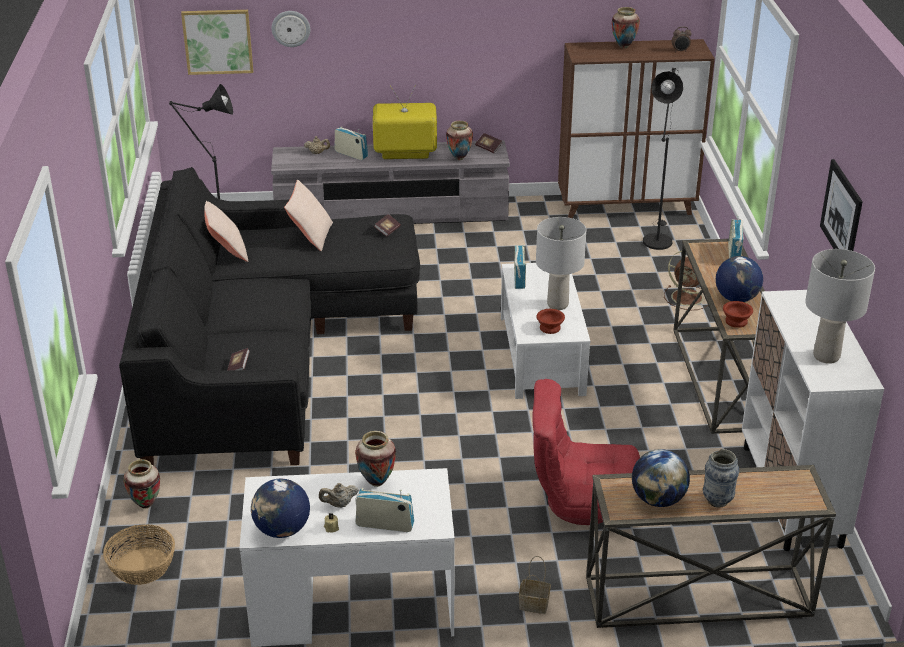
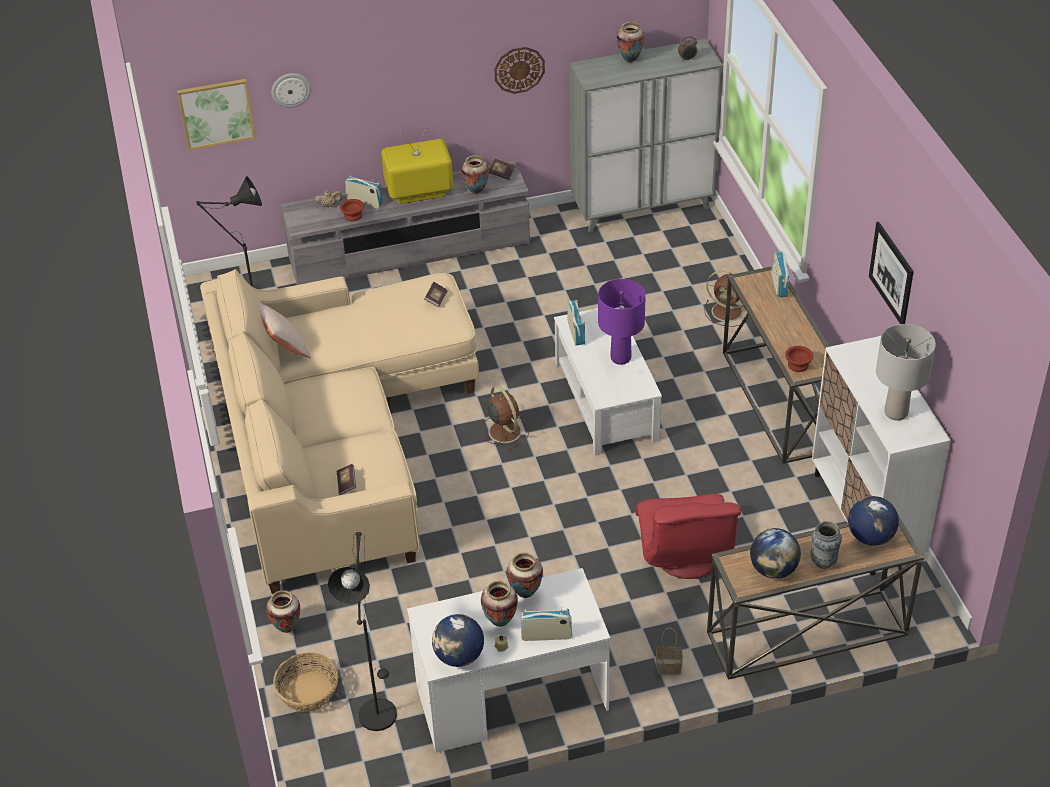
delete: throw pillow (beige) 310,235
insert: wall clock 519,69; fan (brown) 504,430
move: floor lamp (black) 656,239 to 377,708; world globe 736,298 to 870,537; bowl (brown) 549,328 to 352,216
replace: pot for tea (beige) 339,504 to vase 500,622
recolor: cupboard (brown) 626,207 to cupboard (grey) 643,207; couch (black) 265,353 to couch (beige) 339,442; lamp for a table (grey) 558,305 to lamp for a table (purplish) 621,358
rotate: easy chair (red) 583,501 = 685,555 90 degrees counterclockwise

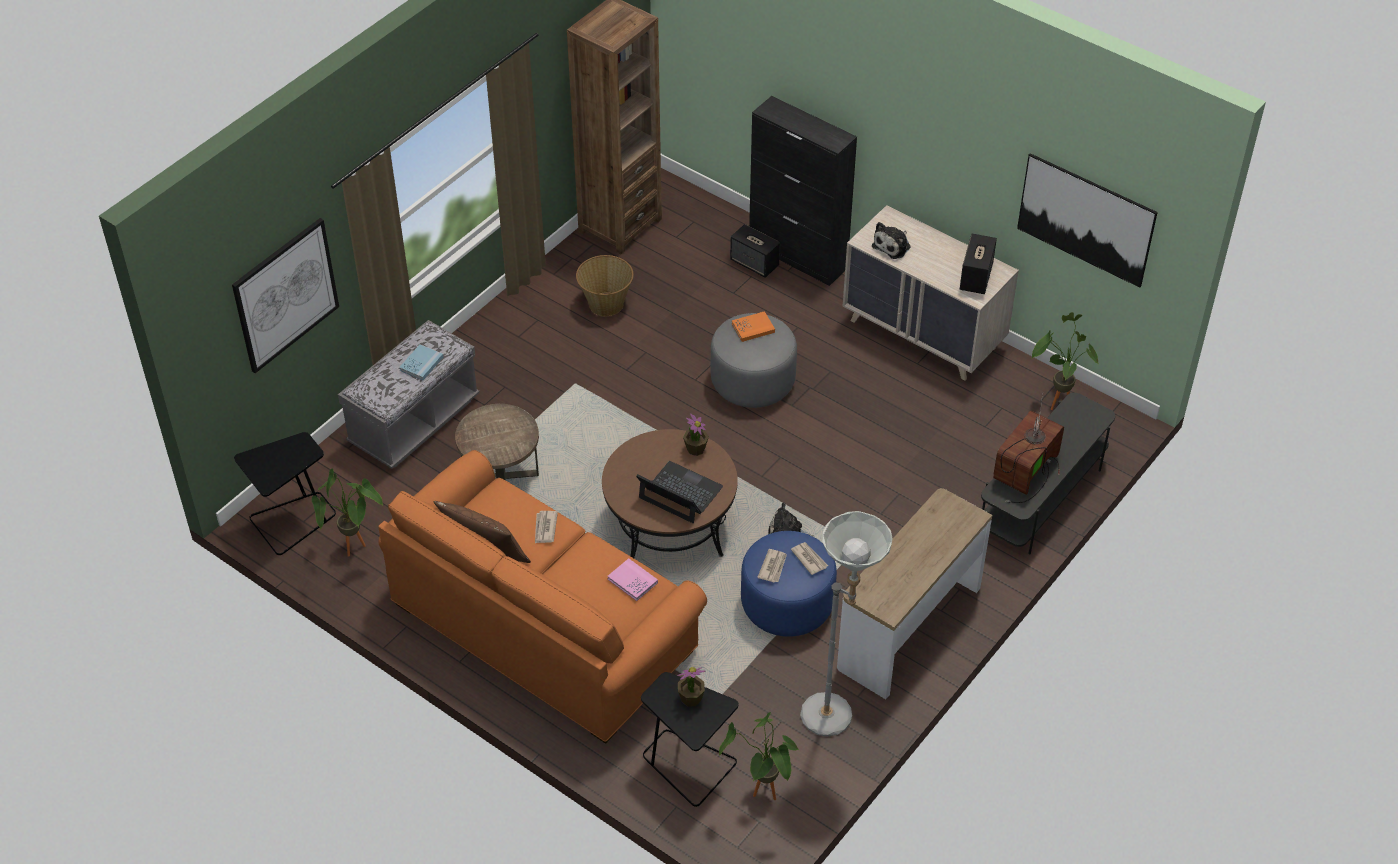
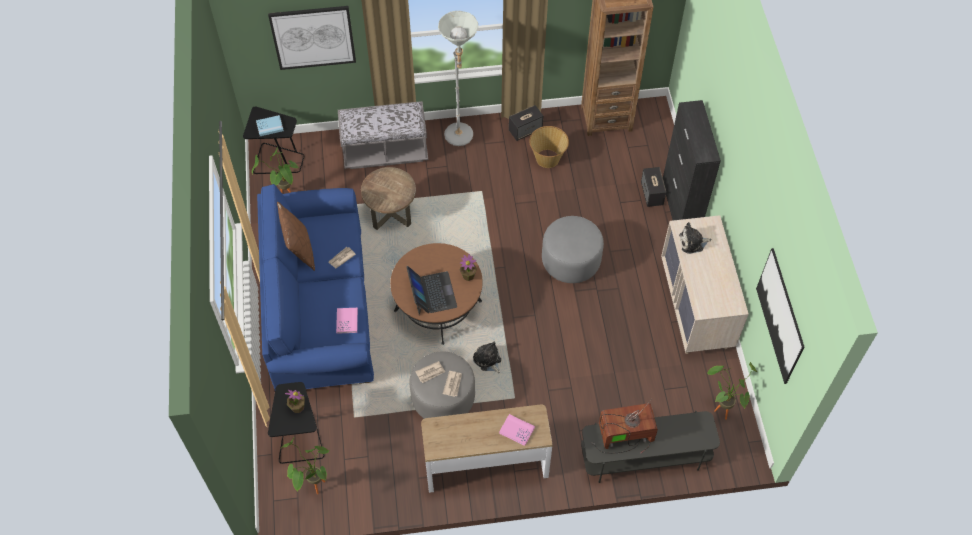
delete: volume (orange) 753,328
insert: volume (pink-coloured) 516,430
move: audio speaker 976,277 to 525,130; volume (blue-coloured) 421,364 to 270,126; floor lamp (grey) 836,719 to 460,139
recolor: couch (orange) 543,627 to couch (blue-coloured) 320,308; pouffe (blue-coloured) 787,604 to pouffe (grey) 443,398

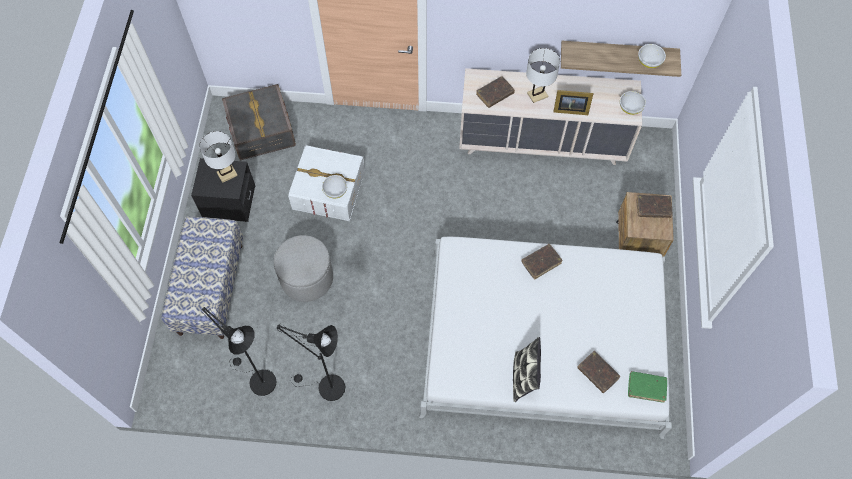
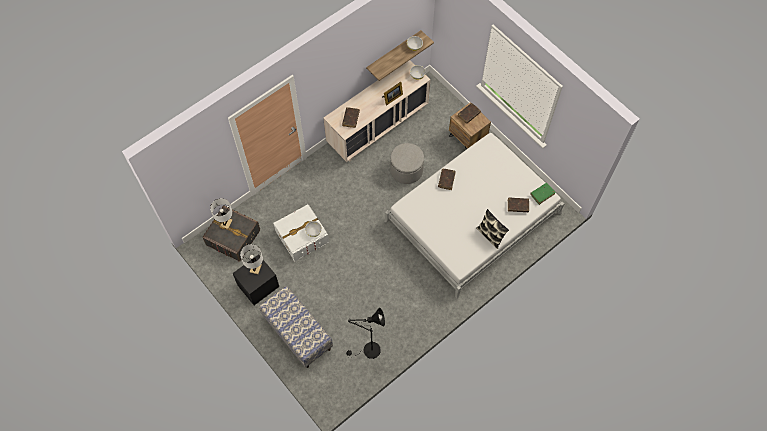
delete: floor lamp (black) 326,387
move: lamp for a table (whitish) 537,95 to 226,223; pouffe (grey) 306,277 to 406,170

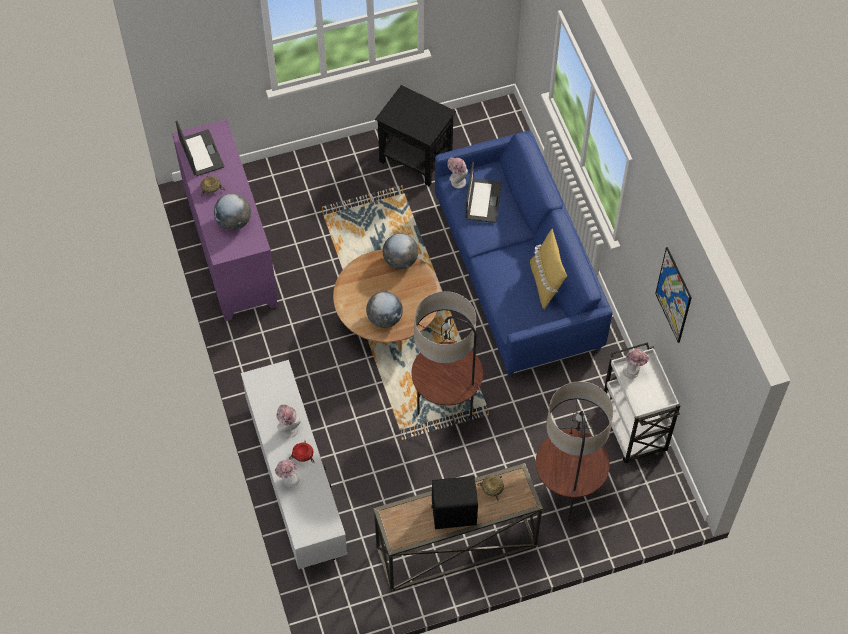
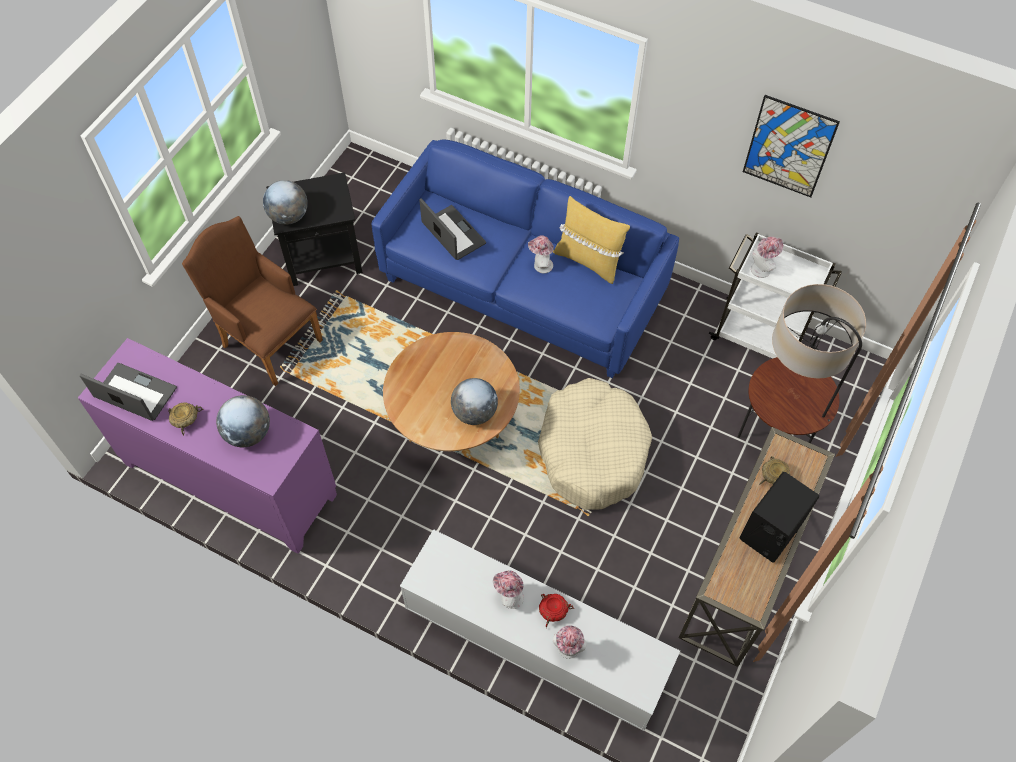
insert: easy chair (brown) 268,339
move: wearable hat 456,181 to 540,265; world globe 400,261 to 289,216
replace: floor lamp 446,406 to dog cushion (beige) 592,451

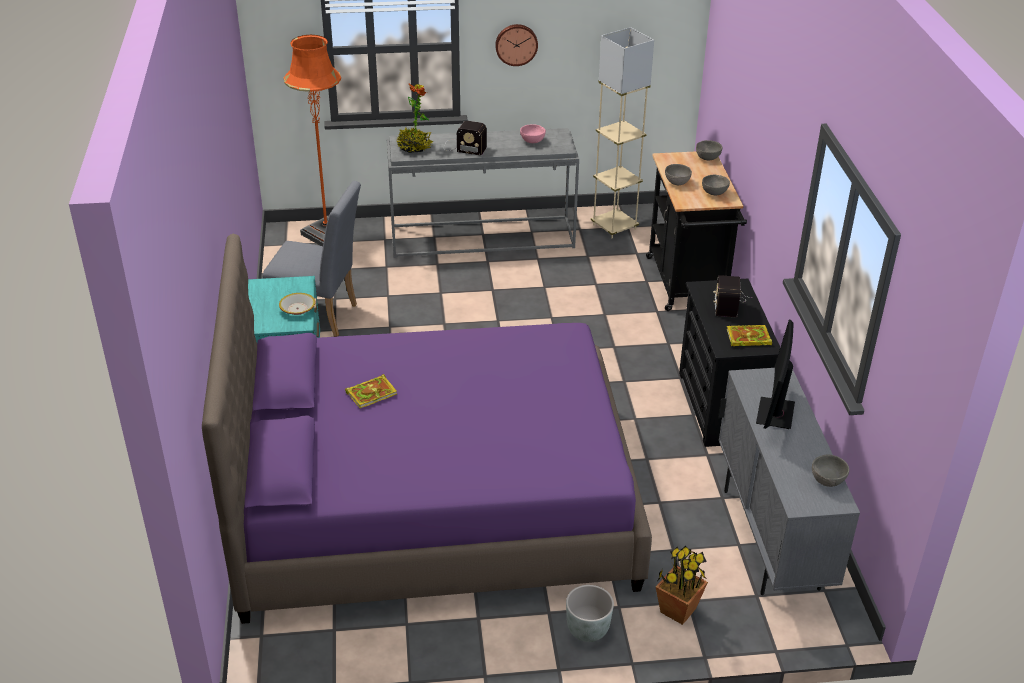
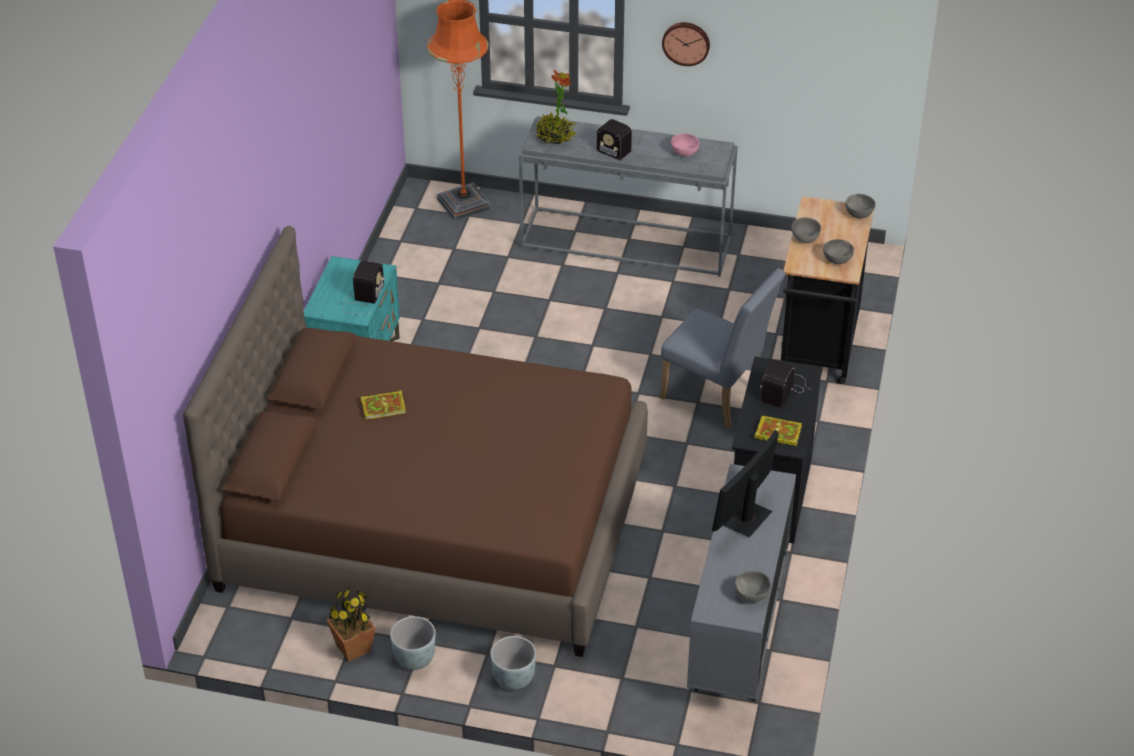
delete: floor lamp (beige) 614,227
insert: flower pot (grey) 414,659
move: upright chair (grey) 320,316 to 717,398; houseplant 677,610 to 353,648
replace: bowl 297,309 to radio 363,299
recolor: bedroom bed (purplish) 434,501 to bedroom bed (brown) 434,522

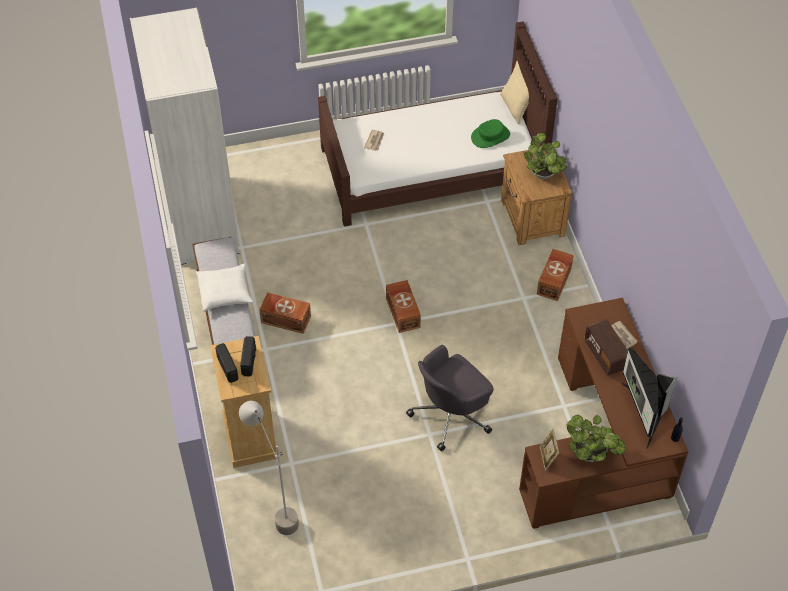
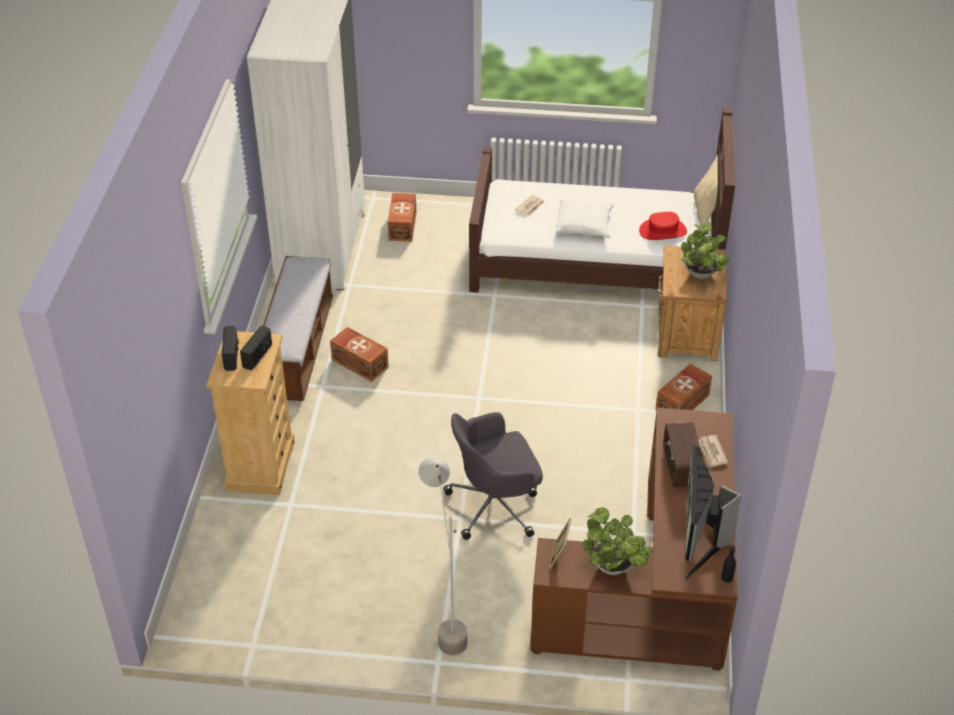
move: throw pillow (whitish) 225,292 to 584,225; storage bin (brown) 403,312 to 403,225; floor lamp (grey) 276,511 to 445,623
recolor: wearable hat (green-coloured) 490,136 to wearable hat (red) 663,231

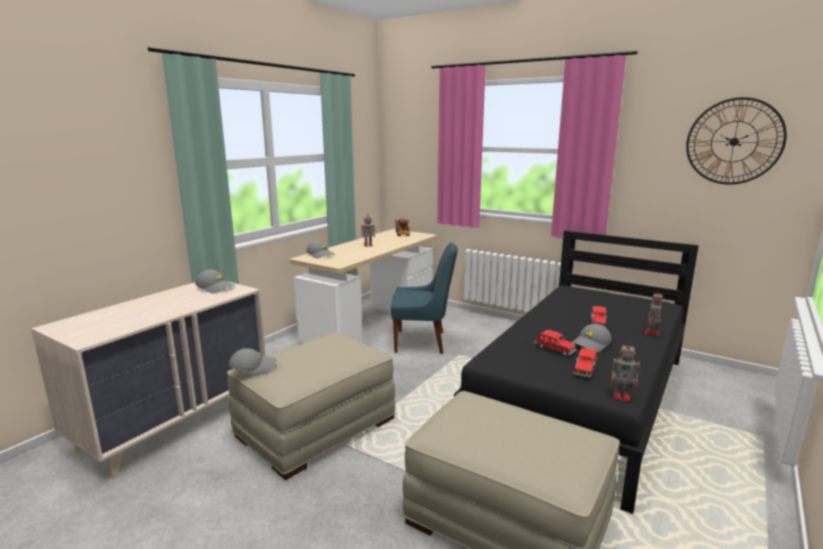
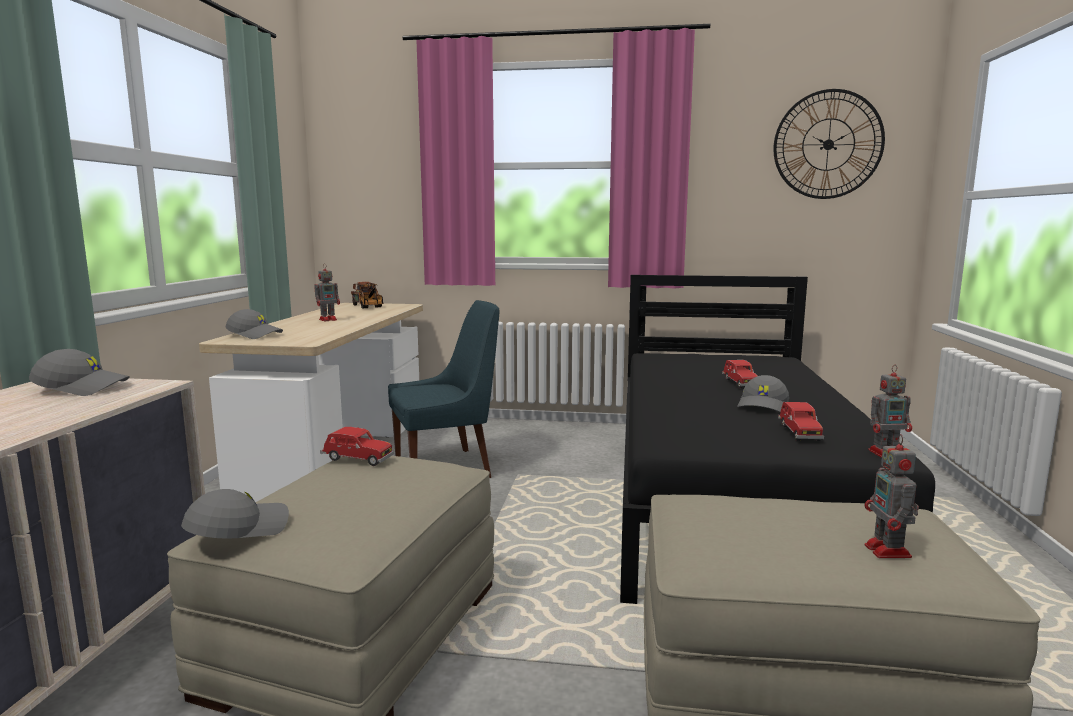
move: model robot 652,333 to 888,552; toy car (red) 554,350 to 357,459

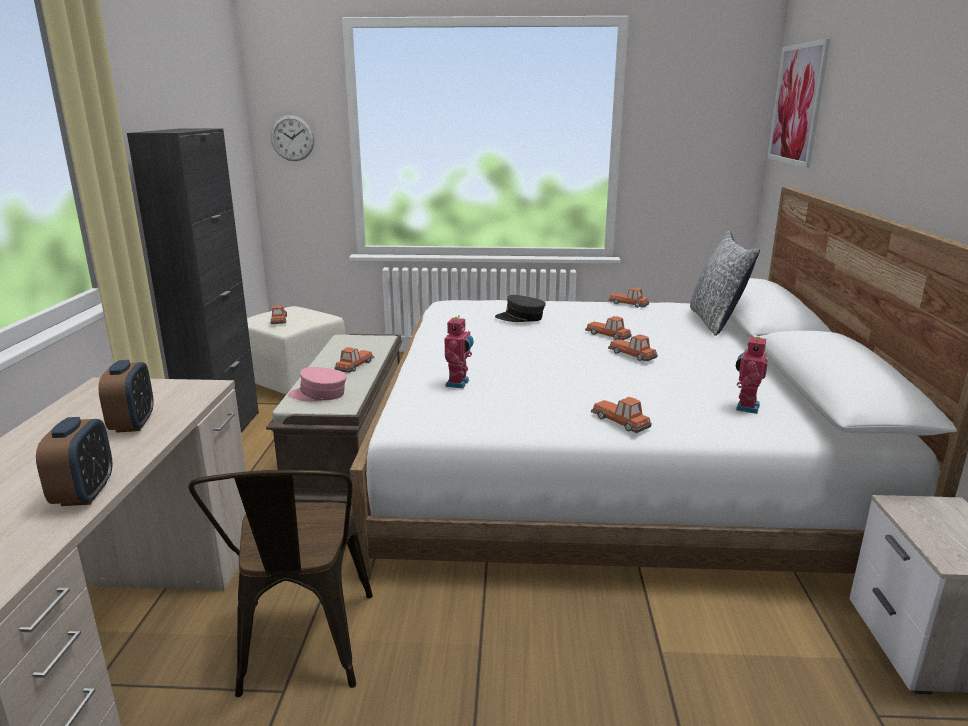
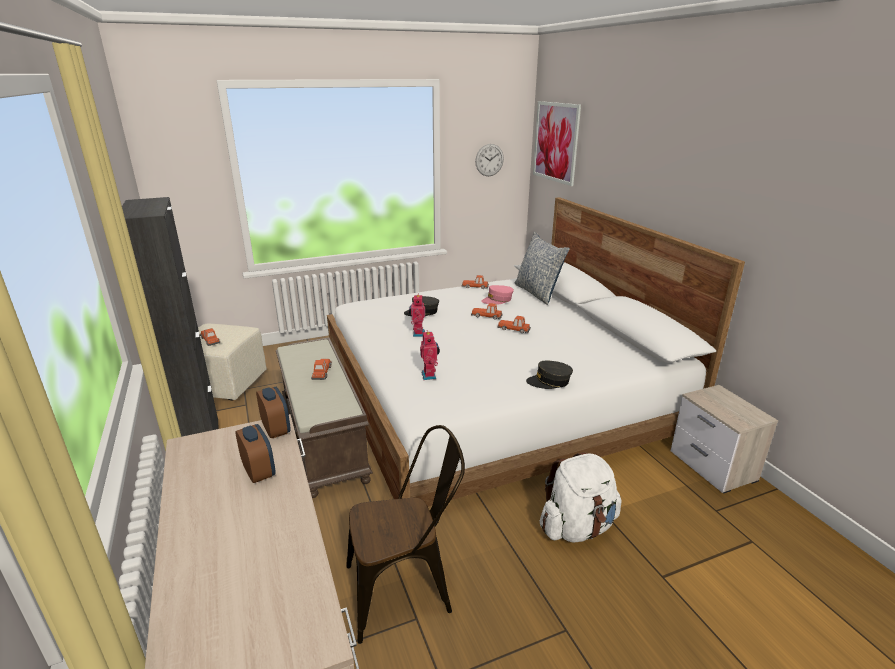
insert: rucksack (whitish) 577,527
move: wall clock 292,138 to 489,160; model robot 745,407 to 417,333; cap (pink-coloured) 319,394 to 497,300; bedside clock 84,494 to 276,430
replace: toy car 621,421 to cap (grey) 549,381
rotate: upright chair (brown) 302,651 = 407,588 75 degrees counterclockwise

